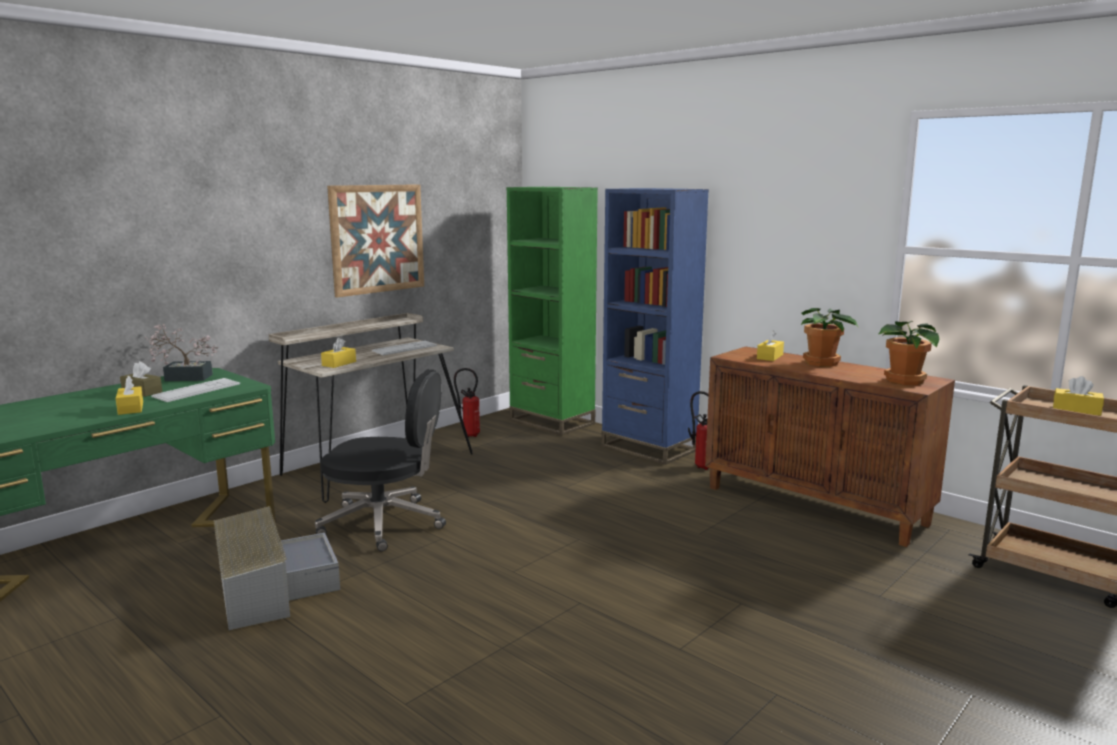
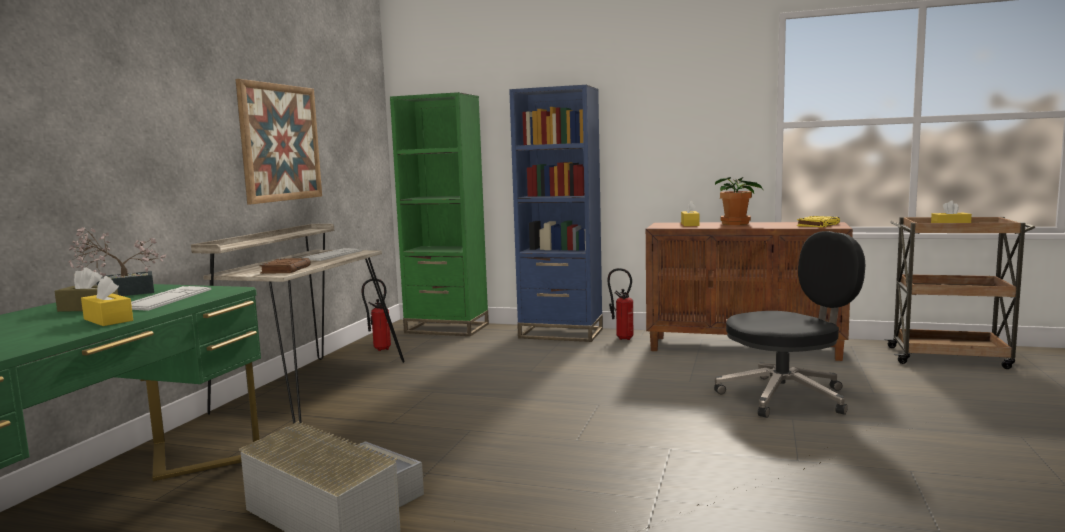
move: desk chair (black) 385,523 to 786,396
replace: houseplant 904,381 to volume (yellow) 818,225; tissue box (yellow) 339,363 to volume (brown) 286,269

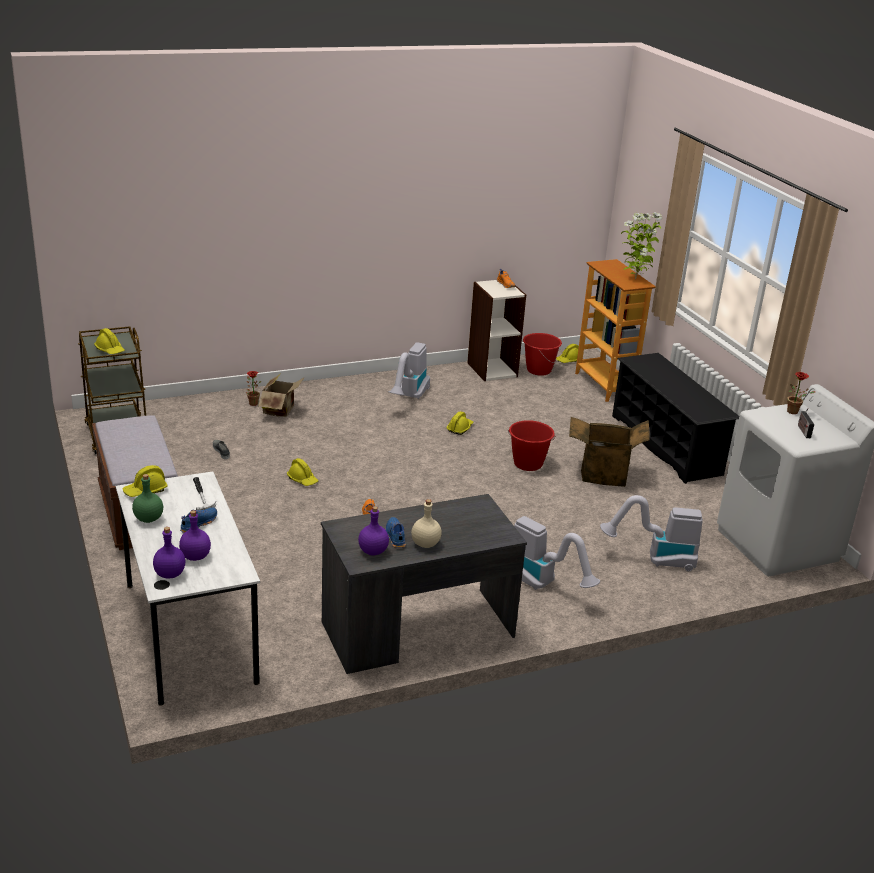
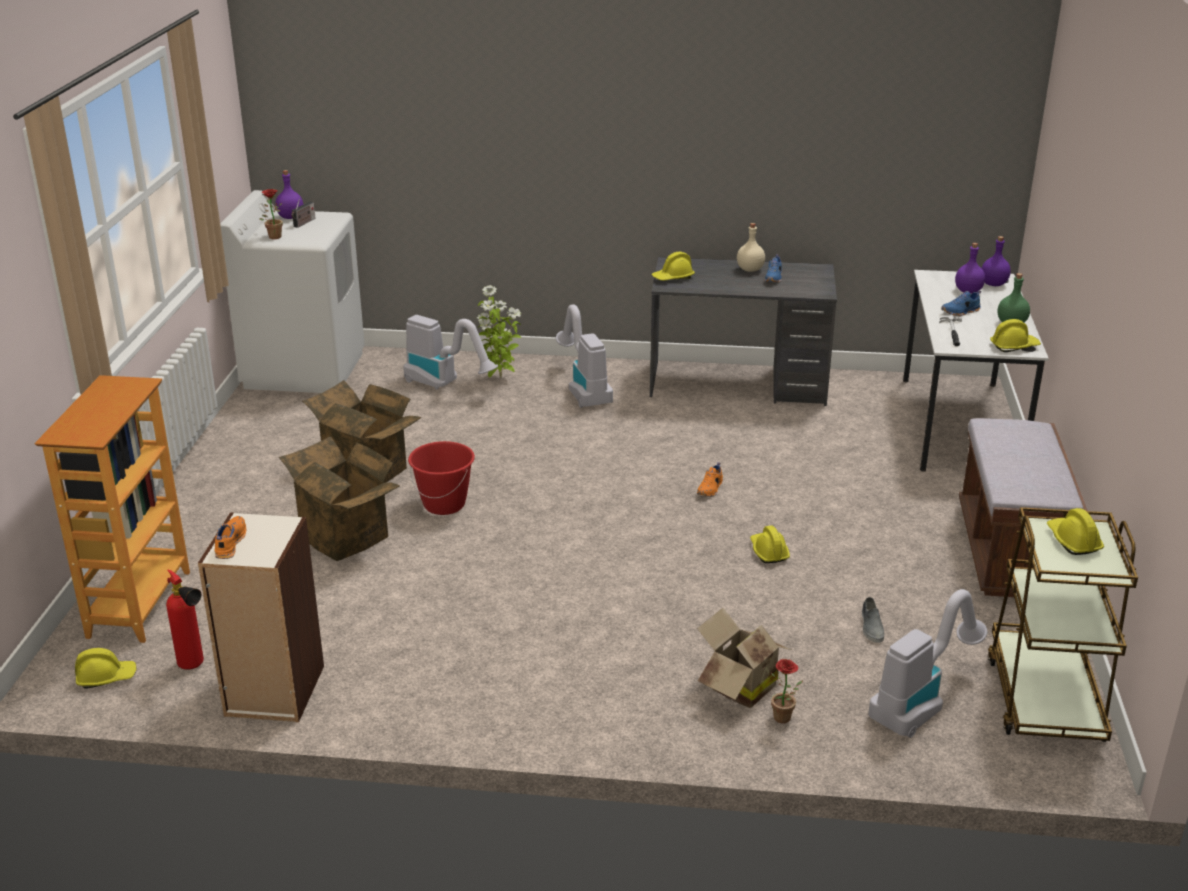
delete: shoe rack (black) 666,445
insert: cardboard box 348,536
move: houseplant 635,279 to 499,378; hoover 409,397 to 921,701; safety helmet (yellow) 459,428 to 673,278; drink bottle (purplish) 373,551 to 290,217
replace: water bucket (red) 538,370 to fire extinguisher 194,667

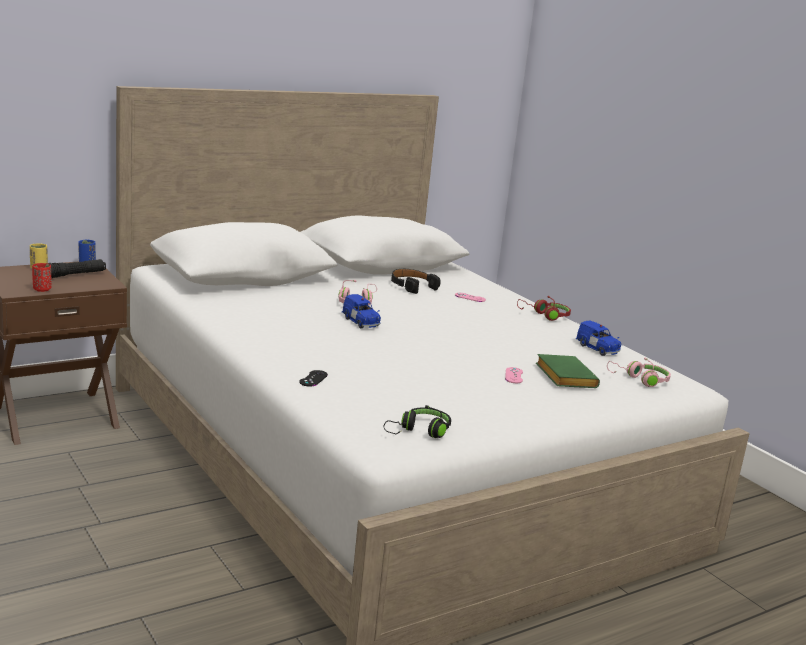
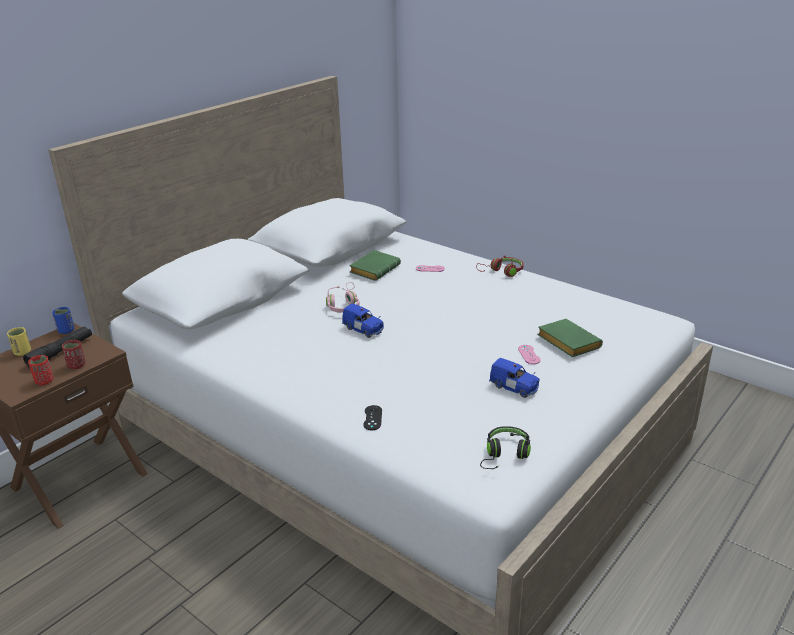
delete: headset (pink-coloured) 640,380
insert: drinking cup (red) 76,365
move: toy car (blue-coloured) 597,349 to 514,387
replace: headset (black) 412,286 to volume (green-coloured) 374,269

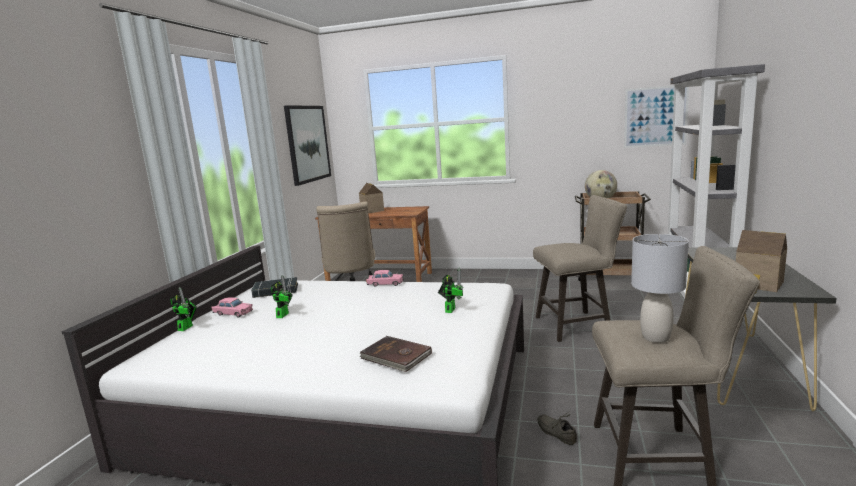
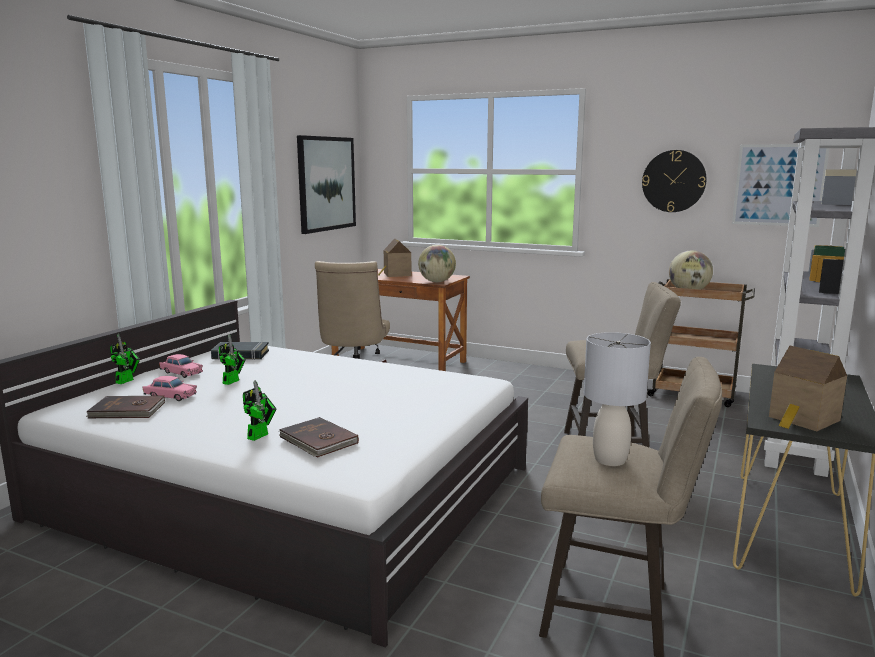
delete: low shoe (grey) 557,432
insert: wall clock 673,181; world globe 436,282; volume (brown) 127,411
move: model robot 451,309 to 260,435; toy car (pink-coloured) 385,284 to 170,396

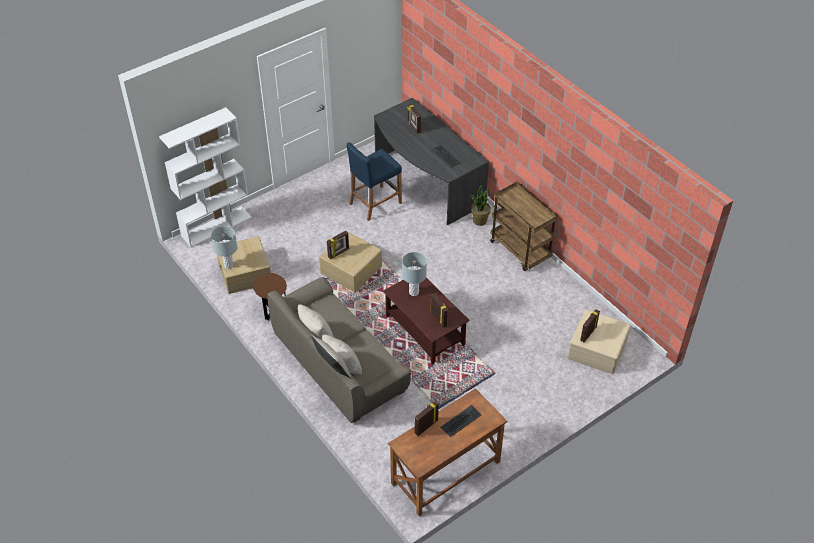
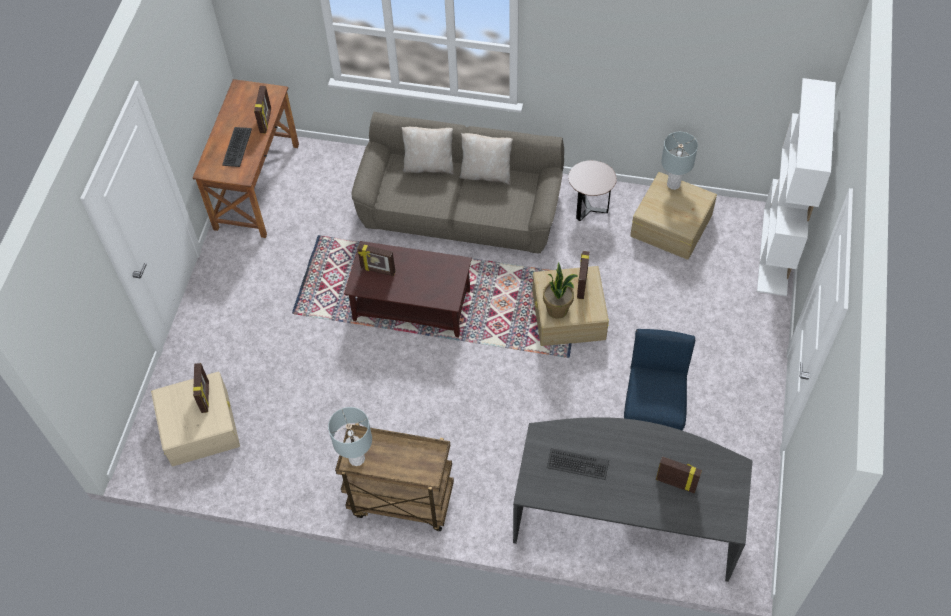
delete: throw pillow (beige) 332,369
move: houseplant 479,221 to 558,309; lamp for a table (grey) 414,292 to 356,458

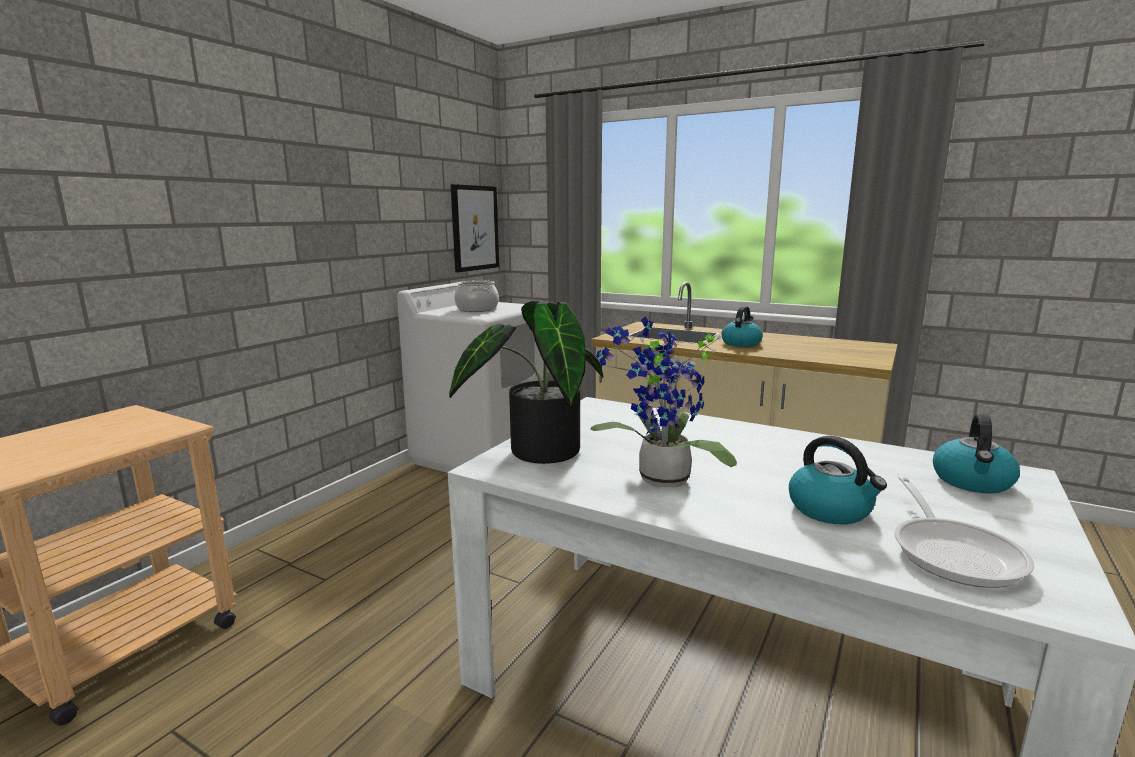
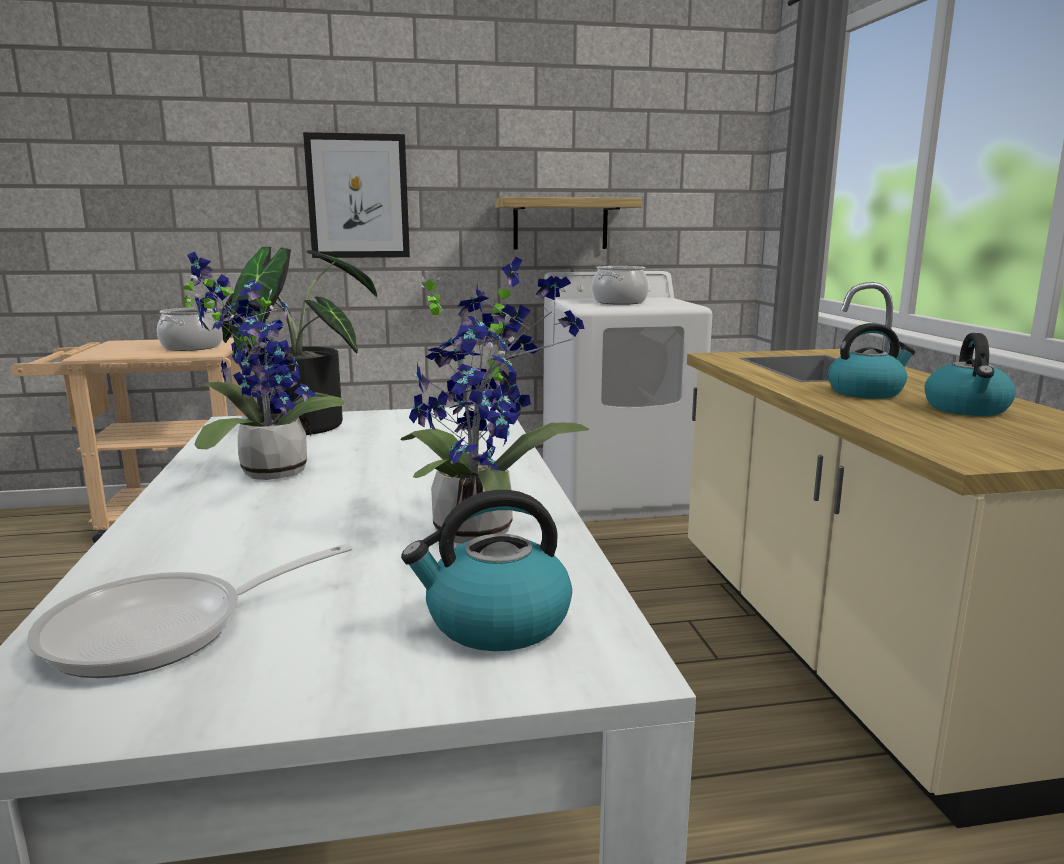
insert: shelf 560,224; houseplant 482,529; stockpot 192,347
move: wall picture 474,228 to 358,196; kettle 831,510 to 967,409

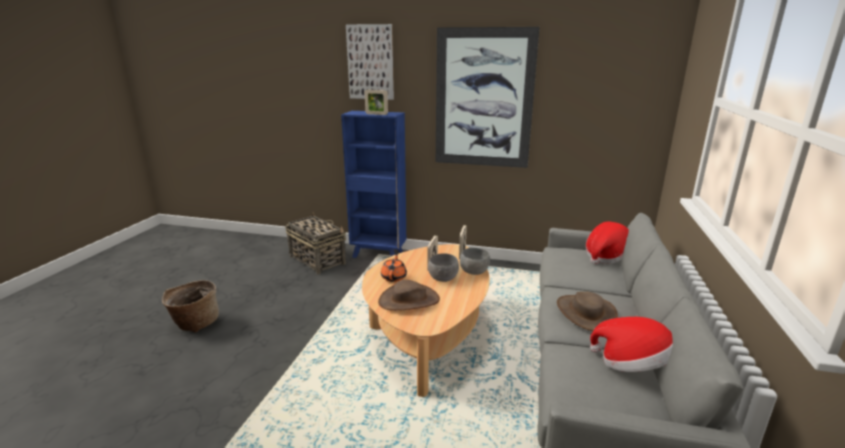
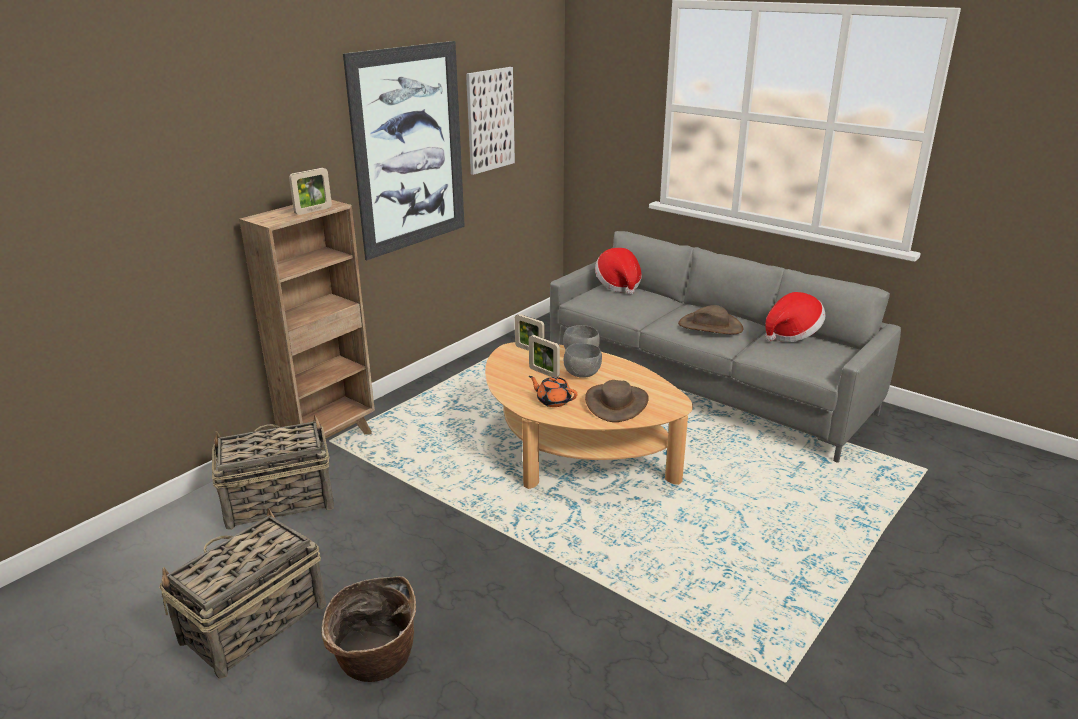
insert: household basket 252,624
move: wall picture 370,62 to 490,120
recolor: bookshelf (blue-coloured) 379,254 to bookshelf (brown) 330,441

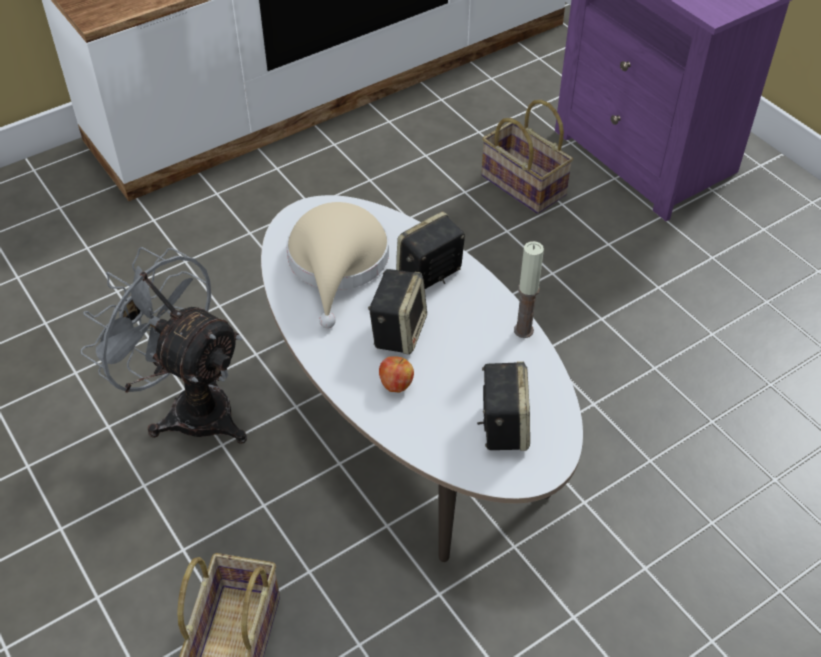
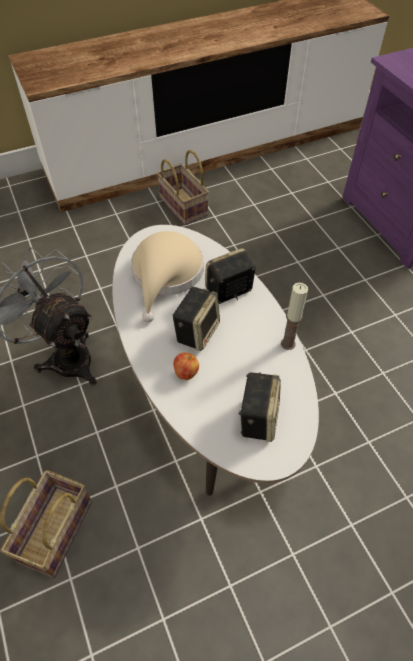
move: household basket 520,185 to 181,206

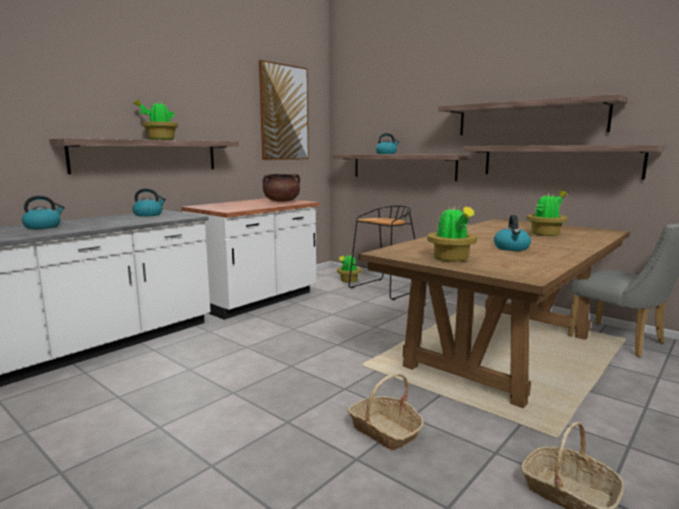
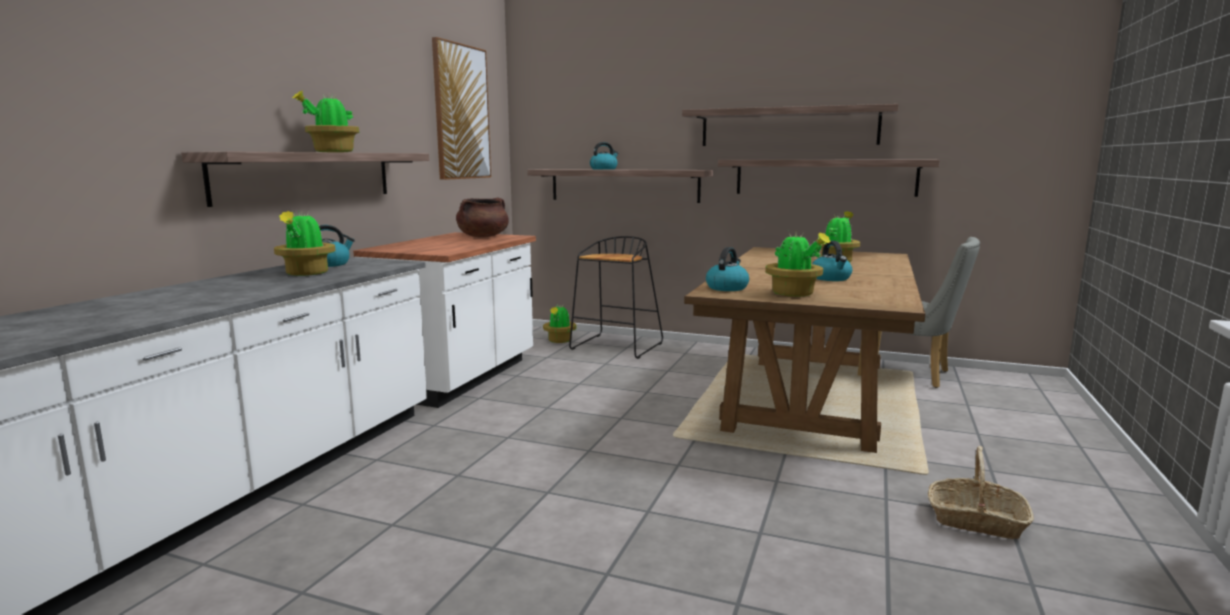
delete: household basket 385,431
insert: houseplant 306,274
move: kettle 43,227 to 727,288

